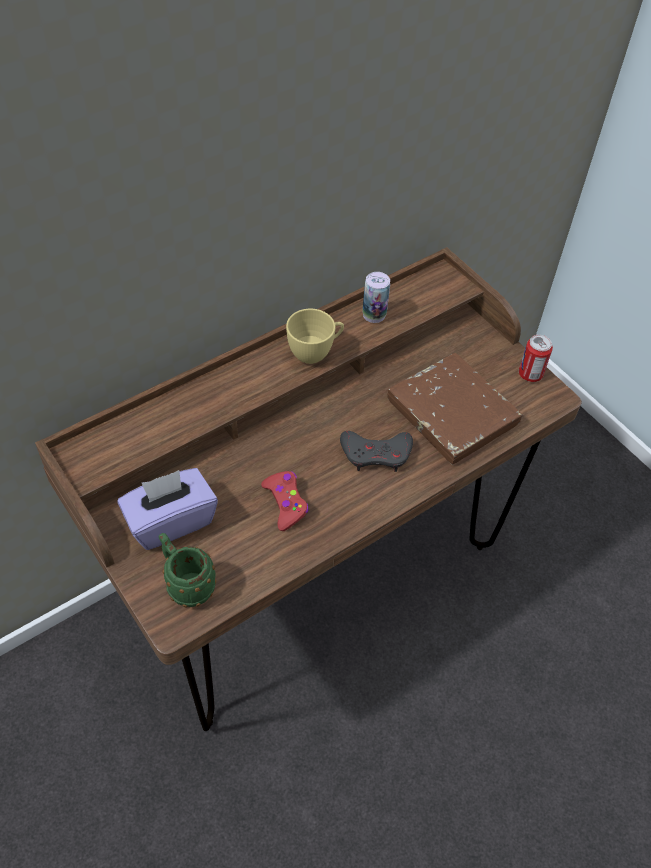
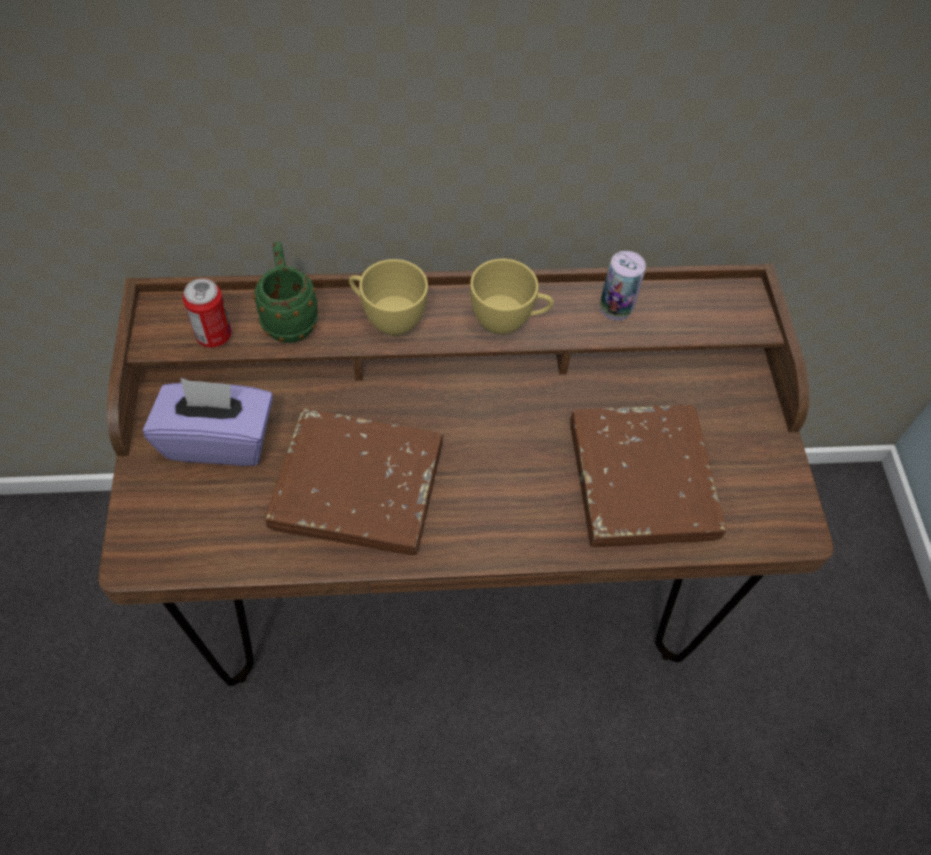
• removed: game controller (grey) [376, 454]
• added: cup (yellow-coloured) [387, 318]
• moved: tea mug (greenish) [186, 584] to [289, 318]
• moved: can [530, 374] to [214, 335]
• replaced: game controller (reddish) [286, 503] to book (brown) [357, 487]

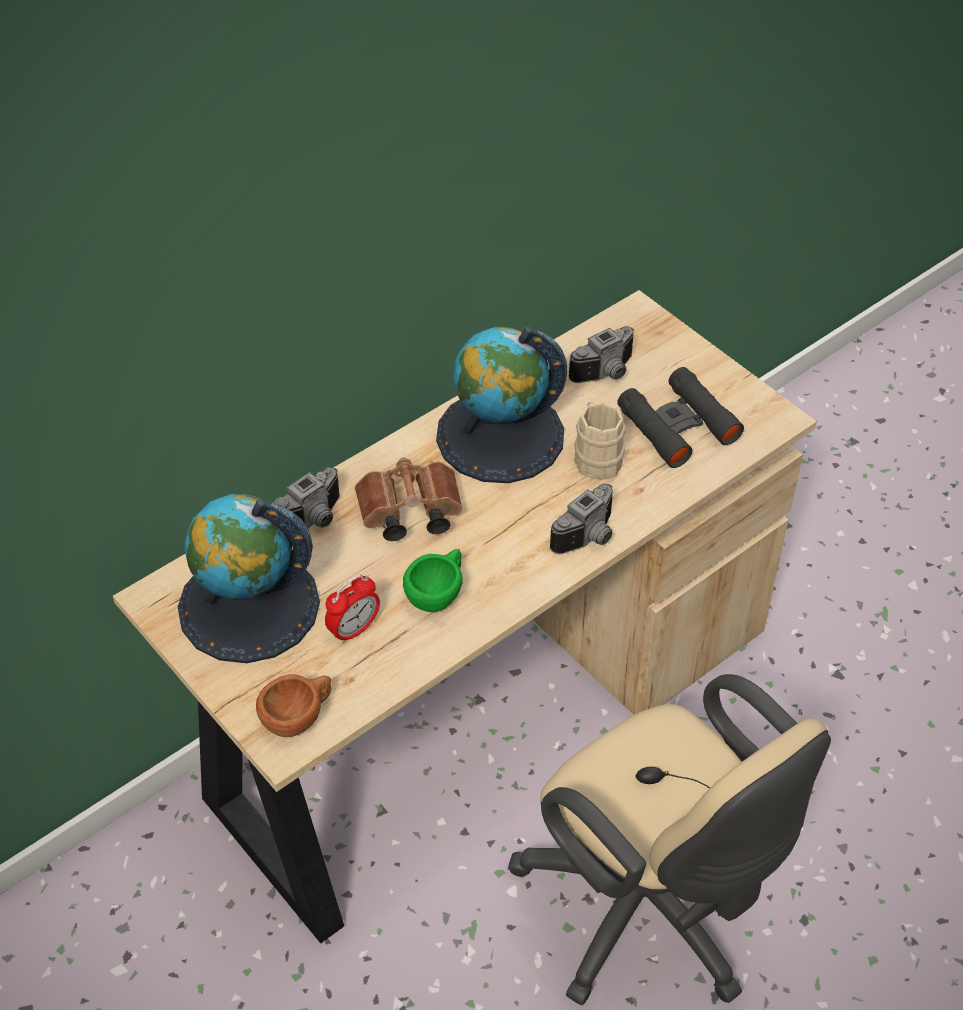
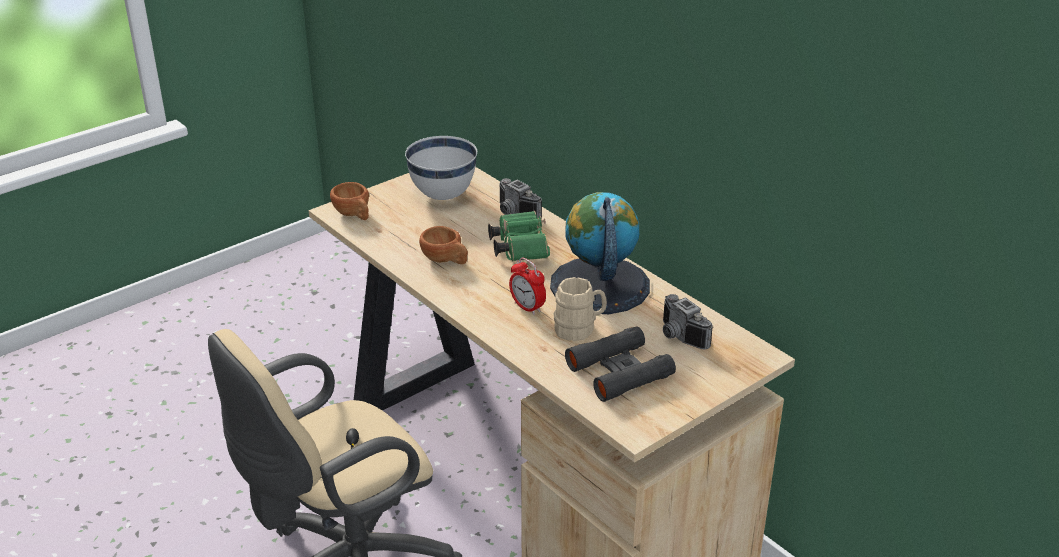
• removed: still camera [590, 537]
• moved: bedside clock [354, 630] to [527, 307]
• replaced: globe [249, 606] to serving bowl (white-coloured) [442, 195]
• recoloured: pair of binoculars (brown) [407, 514] to pair of binoculars (greenish) [519, 248]
• recoloured: cup (greenish) [438, 593] to cup (brown) [446, 260]

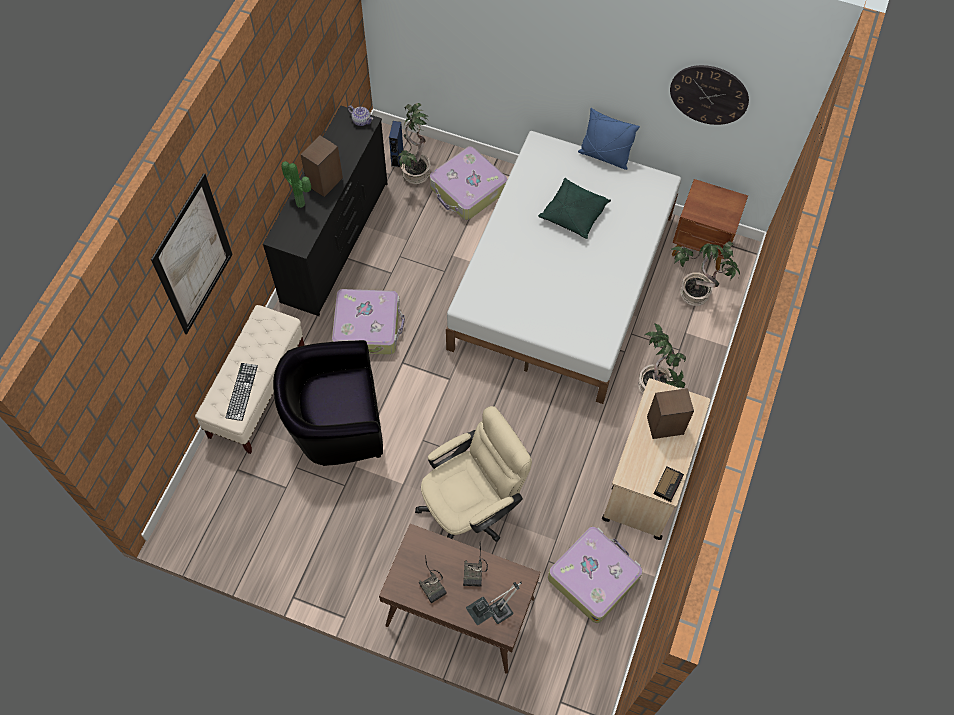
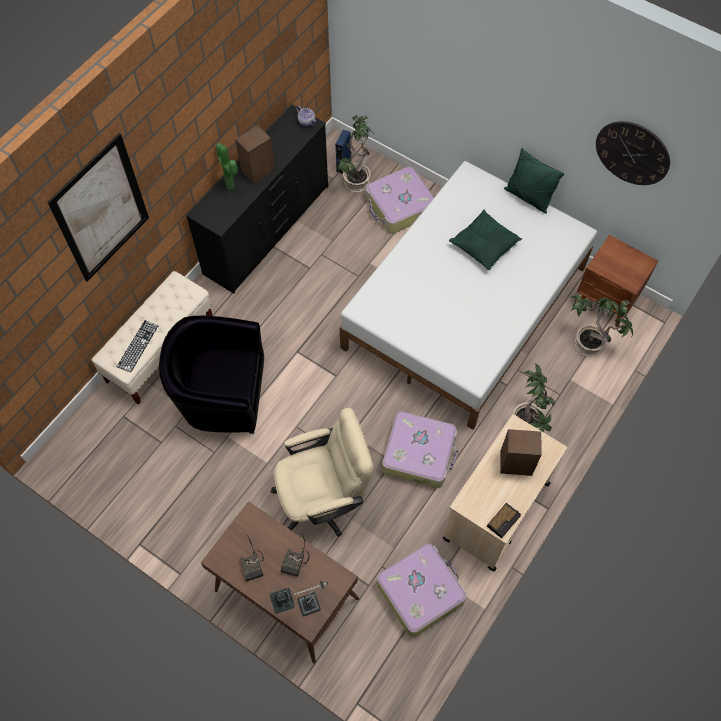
• moved: suitcase [368, 327] to [419, 453]
• recoloured: throw pillow (blue) [604, 156] to throw pillow (greenish) [528, 197]

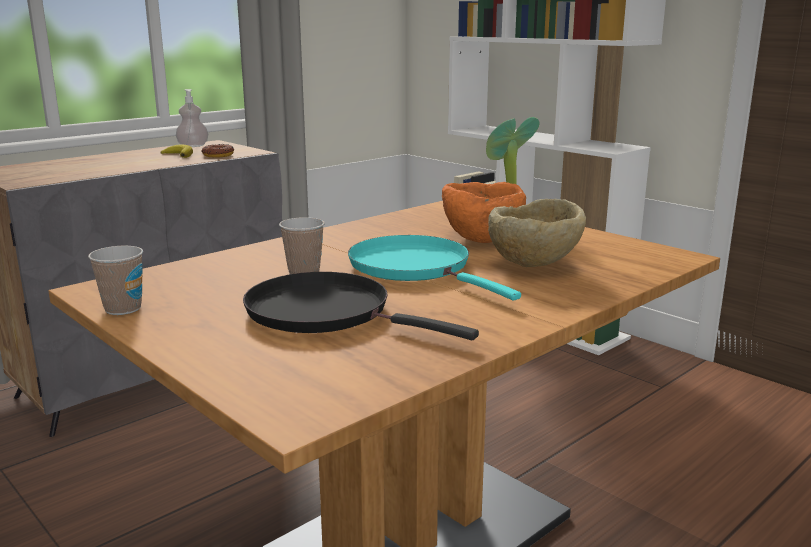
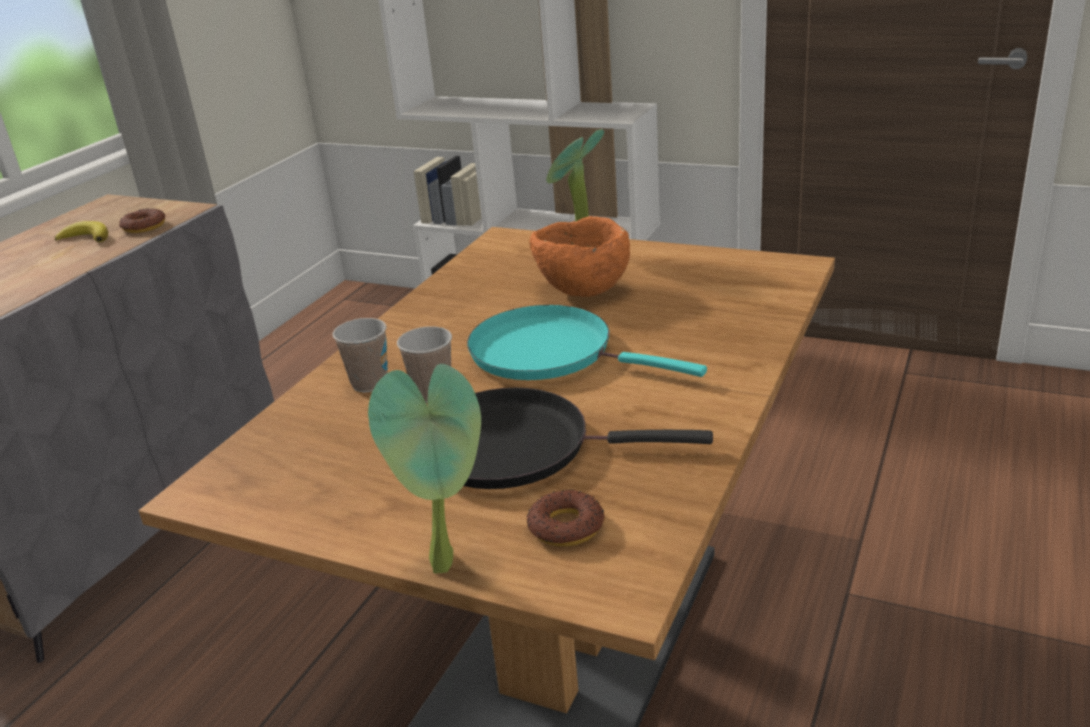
• removed: soap dispenser [193, 146]
• removed: serving bowl (beige) [534, 266]
• added: houseplant [449, 564]
• added: ring doughnut [566, 526]
• moved: cup [123, 309] to [369, 383]

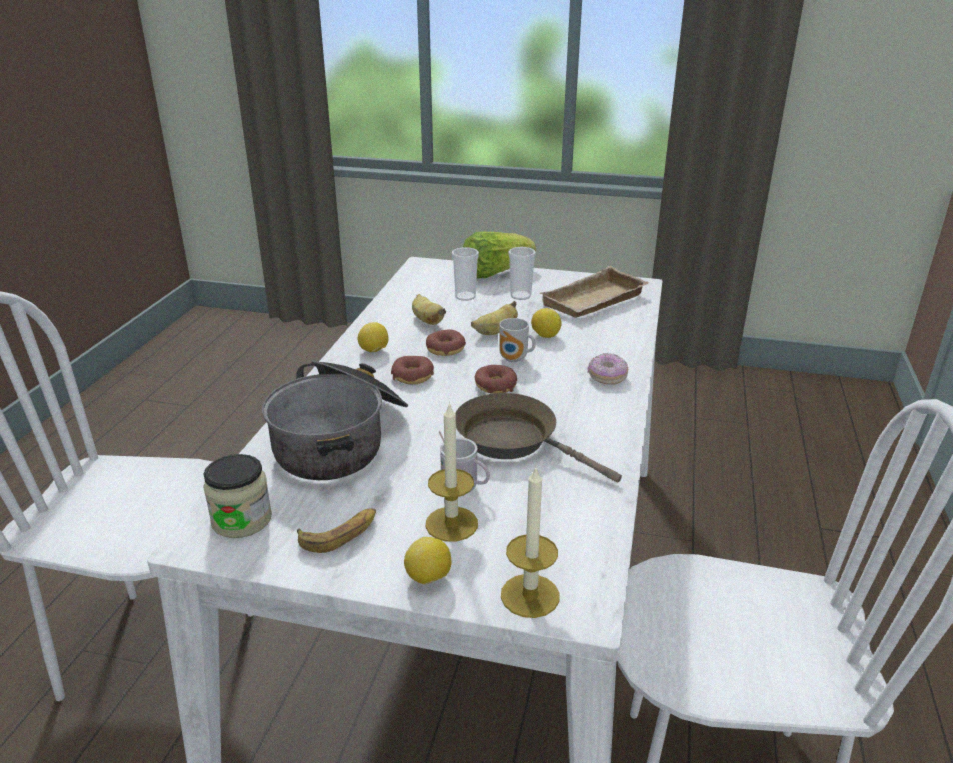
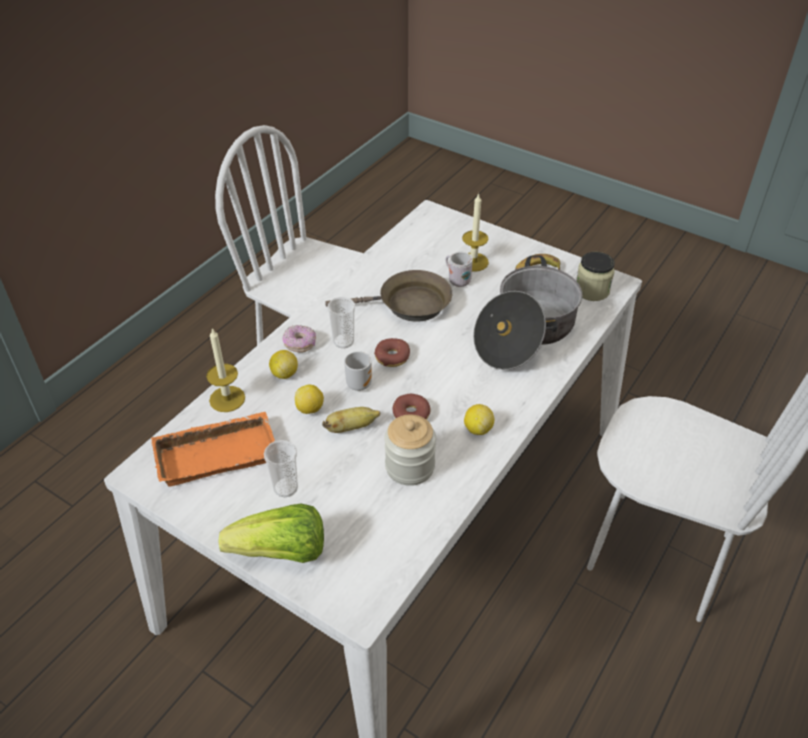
• removed: ring doughnut [413, 376]
• moved: whole lemon [428, 578] to [284, 373]
• moved: cup [465, 296] to [343, 341]
• moved: wax light [530, 595] to [227, 399]
• replaced: banana [427, 320] to storage jar [410, 467]
• recoloured: carrying tray (beige) [595, 302] to carrying tray (orangey) [218, 452]
• turned: skillet (brown) [513, 441] = [408, 305] 60 degrees counterclockwise

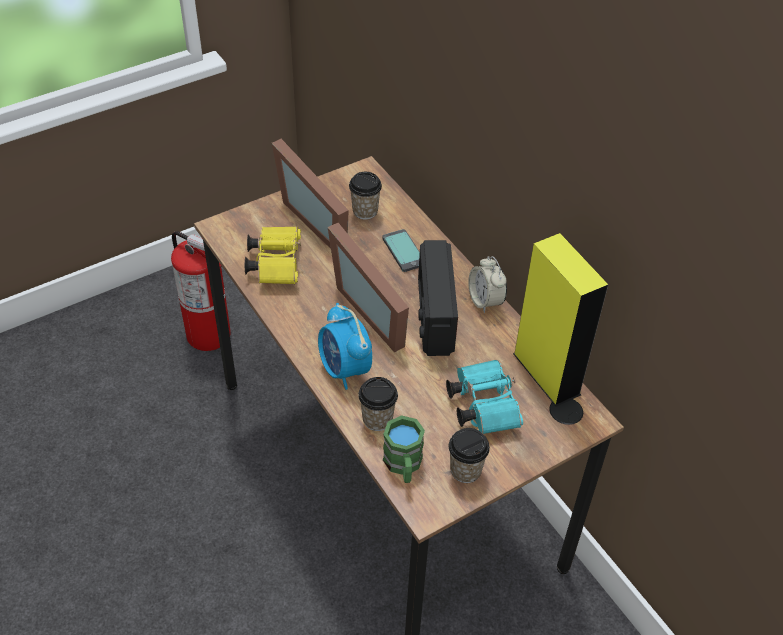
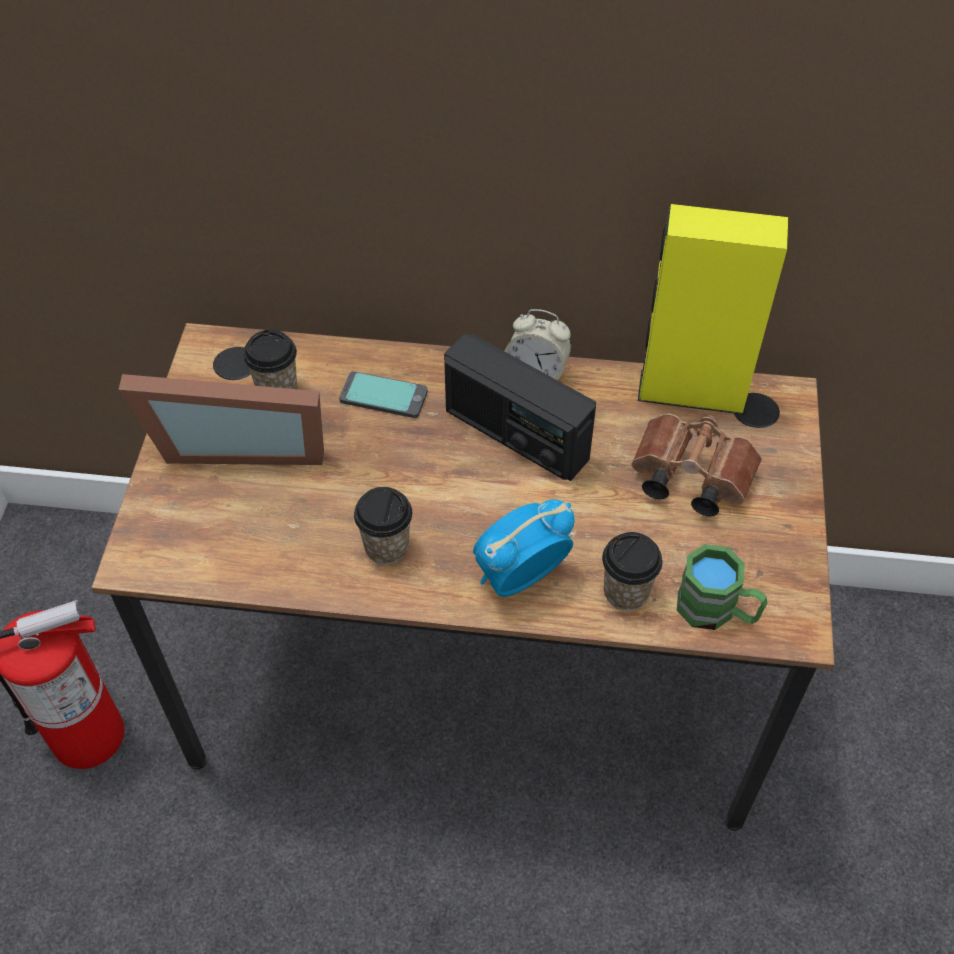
• removed: pair of binoculars (yellow-coloured) [276, 263]
• removed: standing frame [376, 308]
• moved: cup [465, 470] to [386, 547]
• recoloured: pair of binoculars (turquoise-coloured) [482, 404] to pair of binoculars (brown) [687, 477]
• turned: bedside clock [344, 369] = [519, 576] 135 degrees clockwise

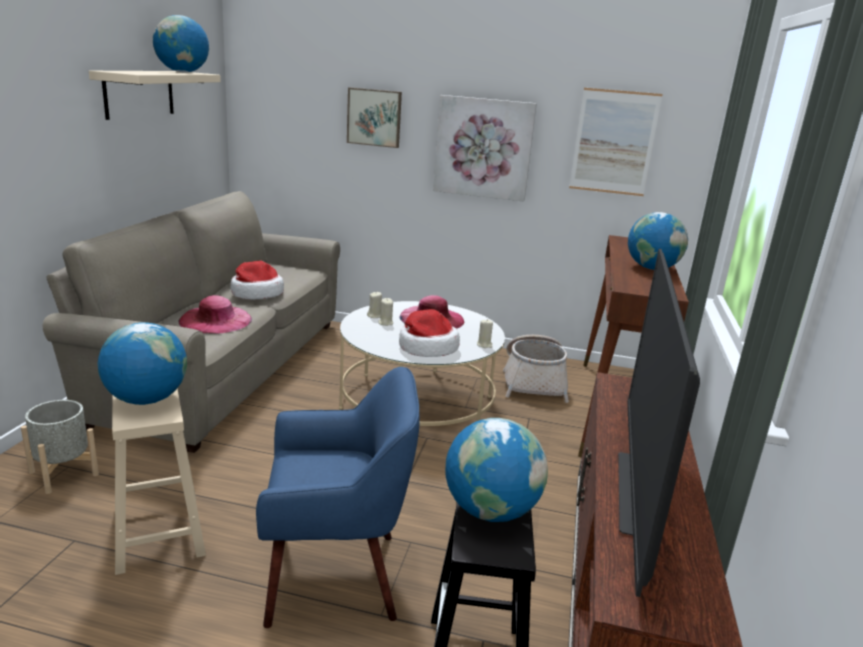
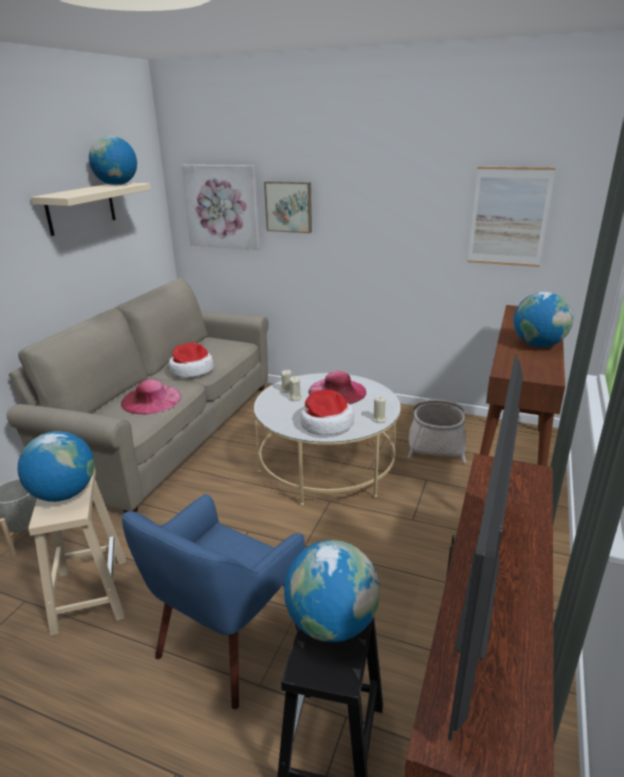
• moved: wall picture [483, 148] to [222, 207]
• turned: armchair (blue) [335, 575] = [227, 642] 120 degrees clockwise

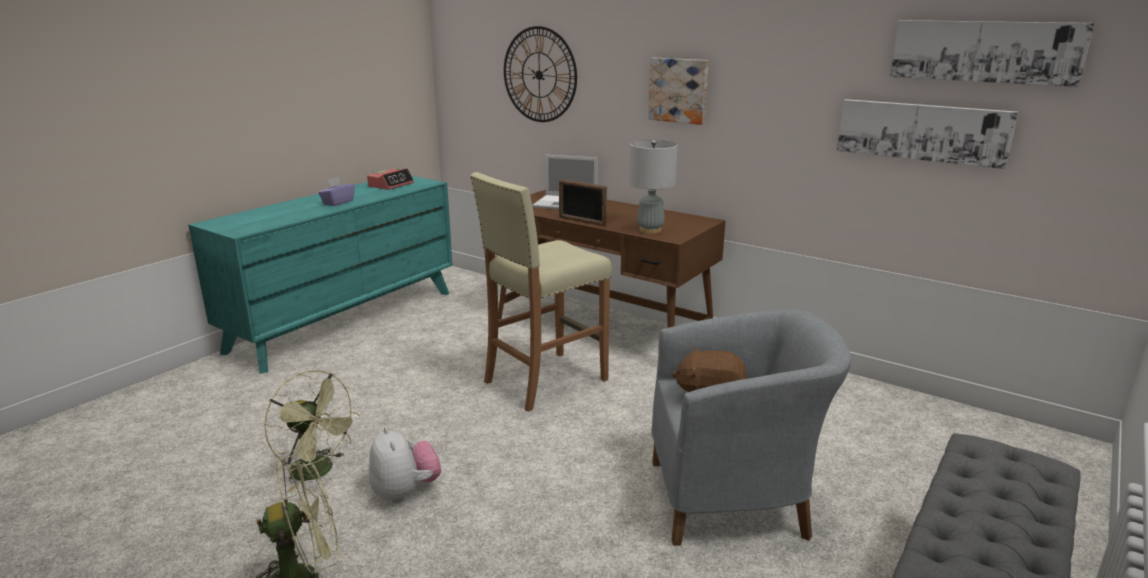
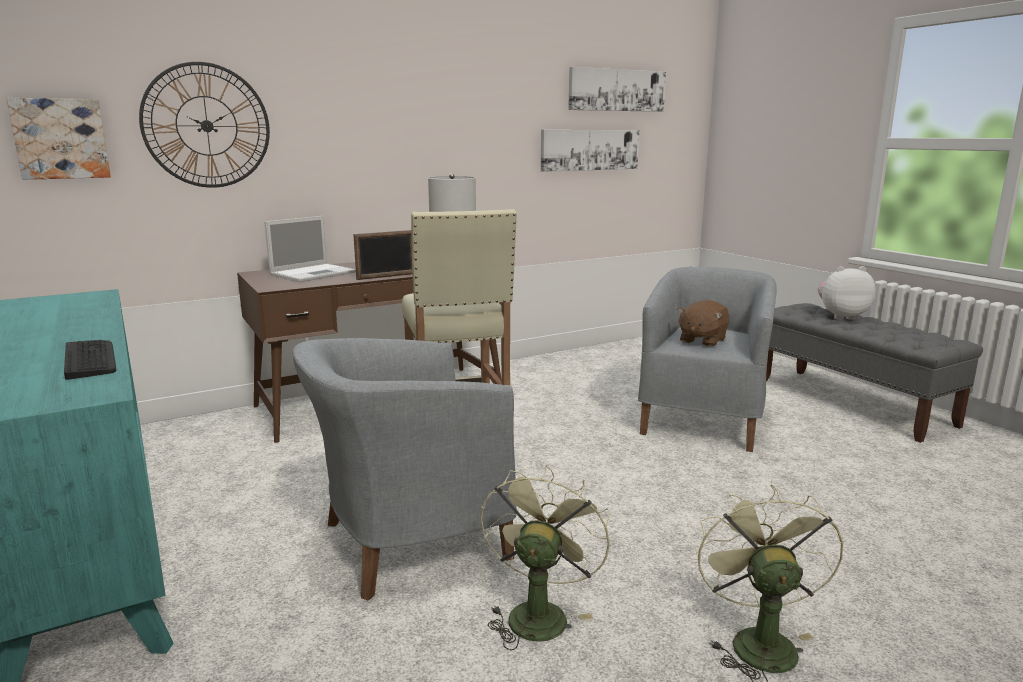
• removed: tissue holder (purplish) [338, 202]
• removed: bedside clock [391, 185]
• added: PC keyboard [90, 359]
• added: armchair (grey) [407, 542]
• moved: soft toy [405, 492] to [841, 316]
• moved: wall picture [679, 90] to [61, 139]
• turned: cooling fan (greenish) [319, 471] = [538, 612] 45 degrees counterclockwise

